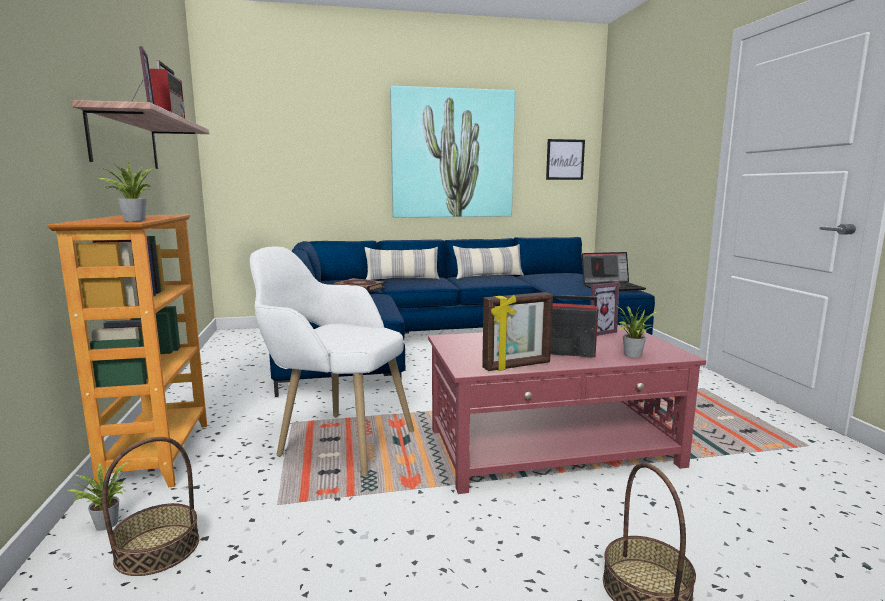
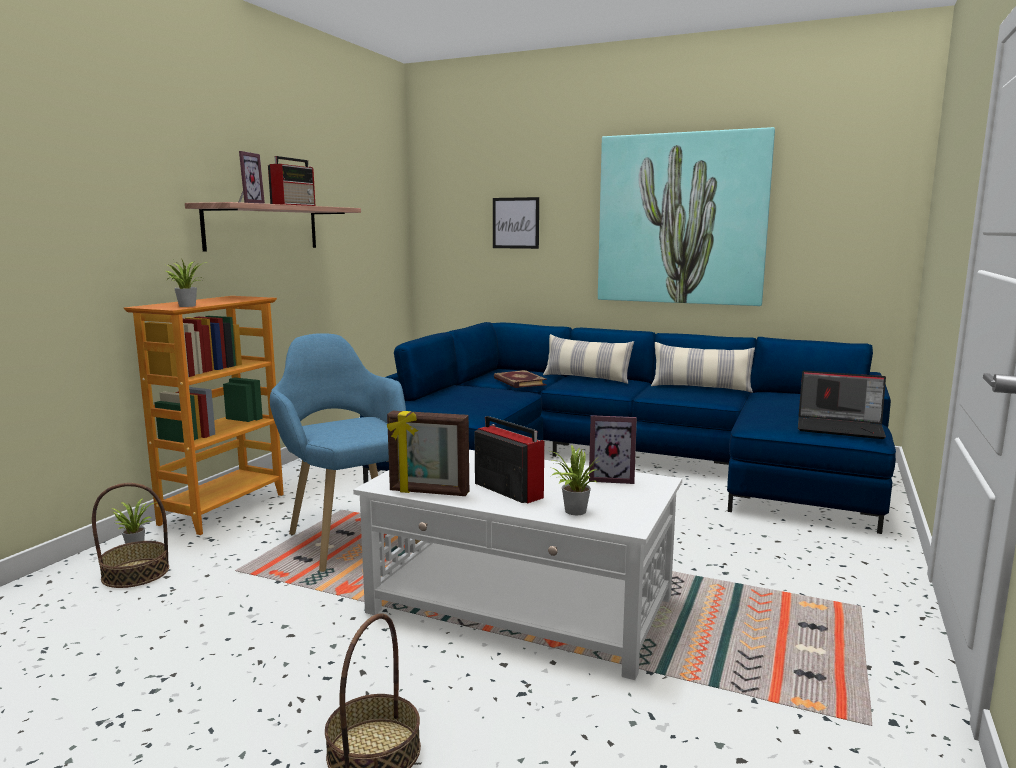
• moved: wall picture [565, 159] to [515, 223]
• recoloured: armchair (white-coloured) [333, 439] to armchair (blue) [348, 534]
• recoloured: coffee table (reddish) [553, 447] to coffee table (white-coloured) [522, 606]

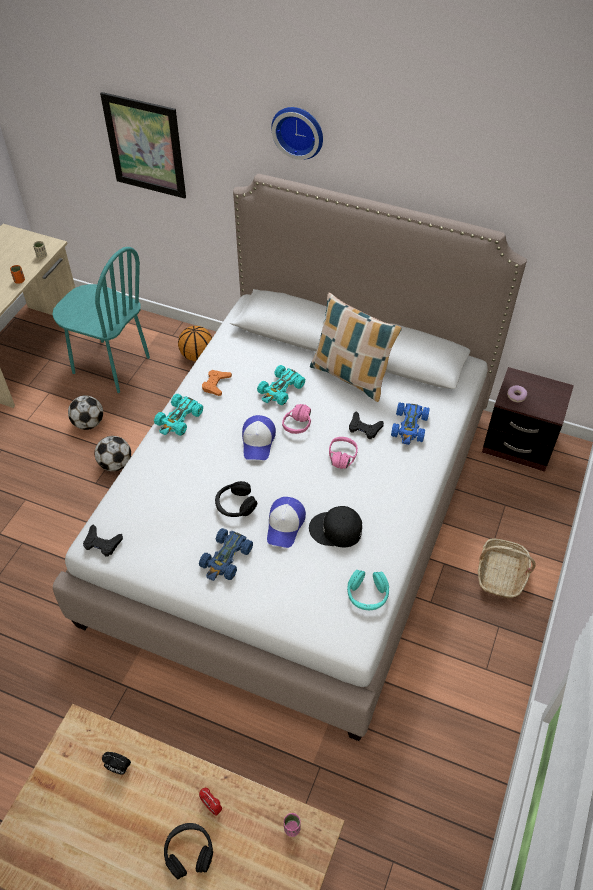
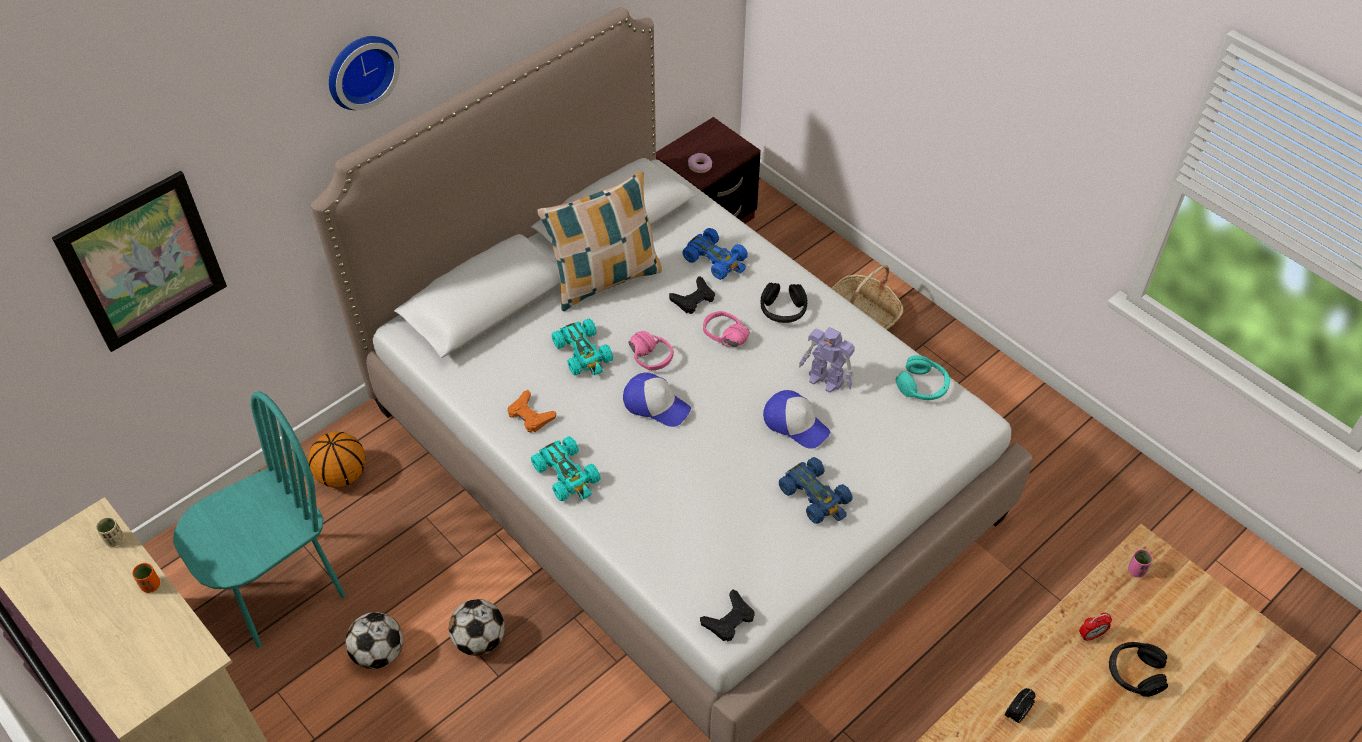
• moved: headphones (black) [235, 505] to [783, 310]
• replaced: peaked cap (black) [336, 530] to toy robot [826, 380]

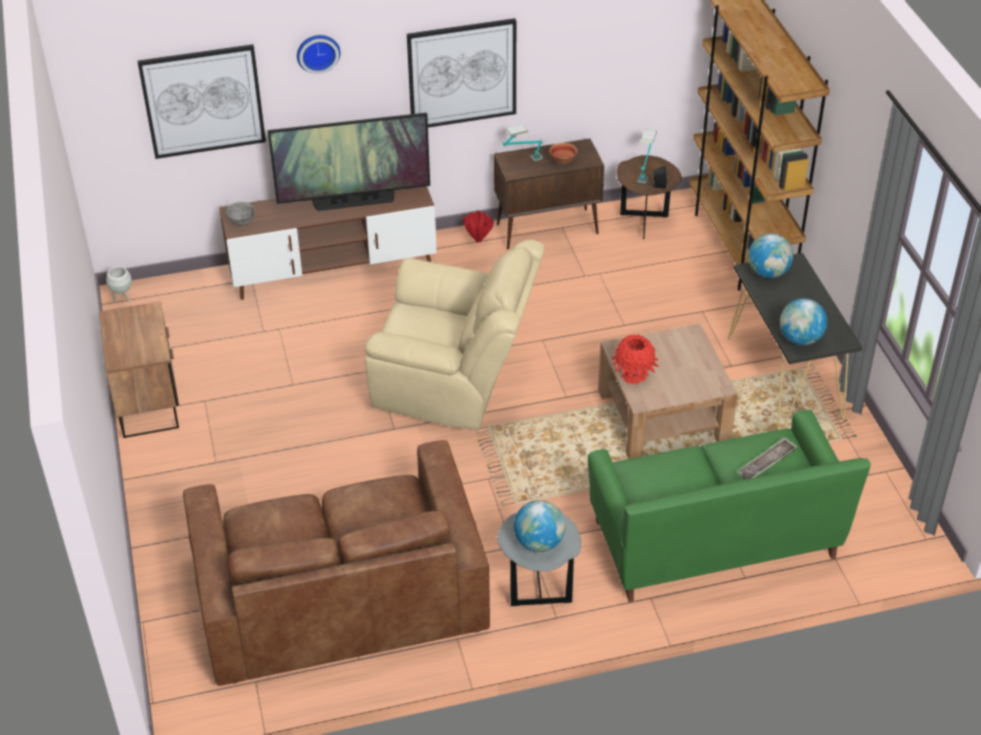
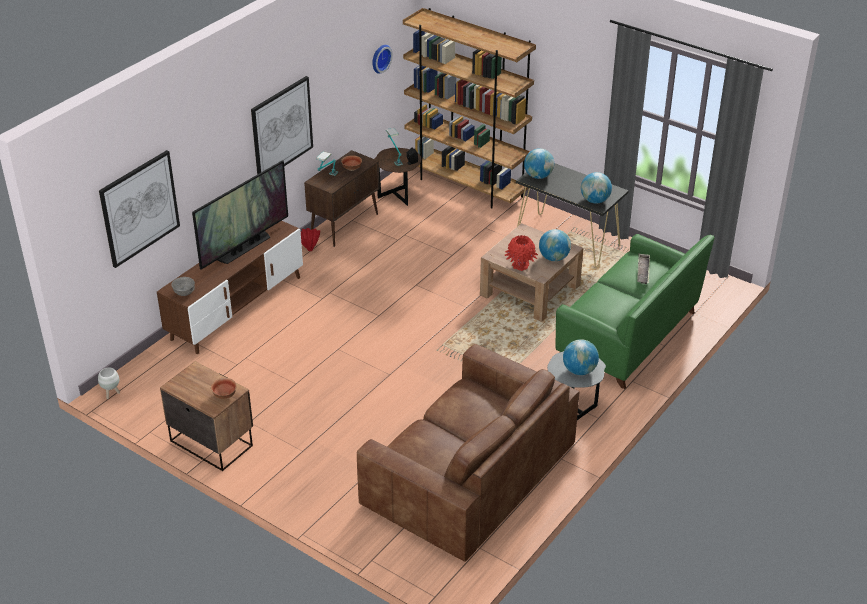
• removed: armchair (beige) [456, 385]
• added: serving bowl [225, 395]
• added: globe [554, 258]
• moved: wall clock [317, 52] to [380, 58]

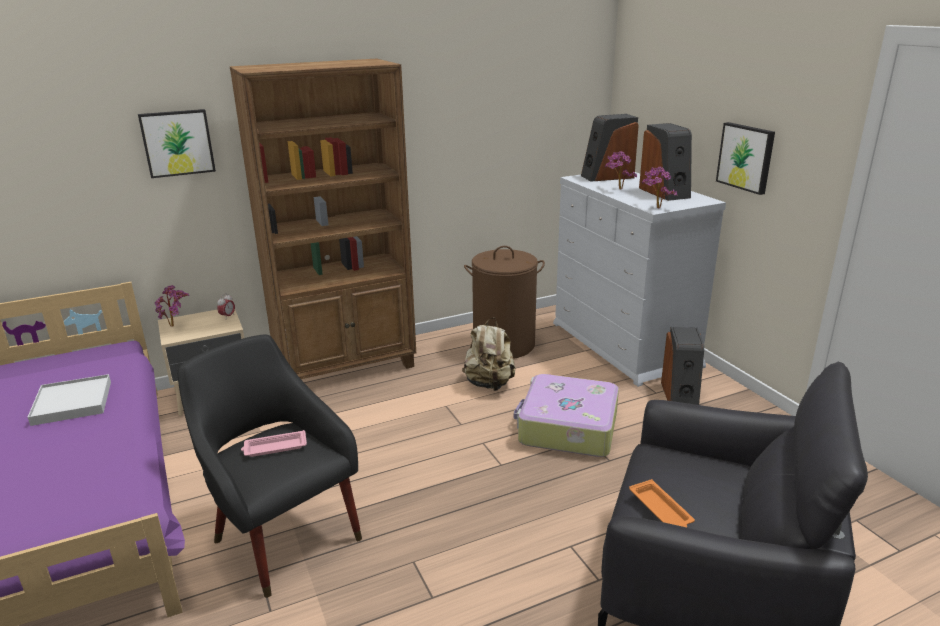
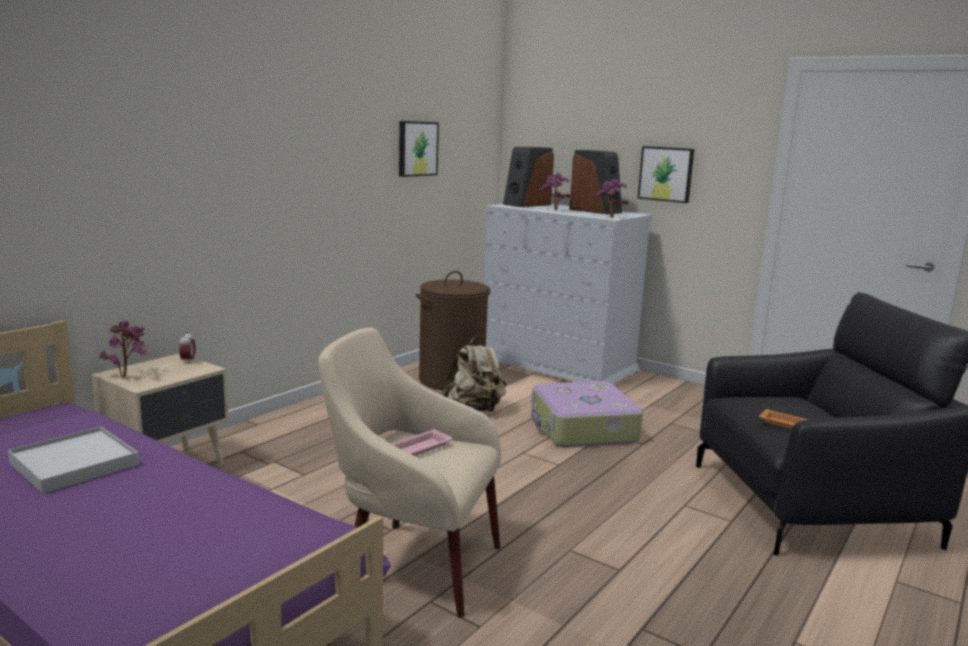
• removed: bookcase (brown) [347, 367]
• removed: loudspeaker [680, 396]
• moved: wall picture [177, 143] to [417, 148]
• recoloured: armchair (black) [283, 534] to armchair (beige) [412, 564]

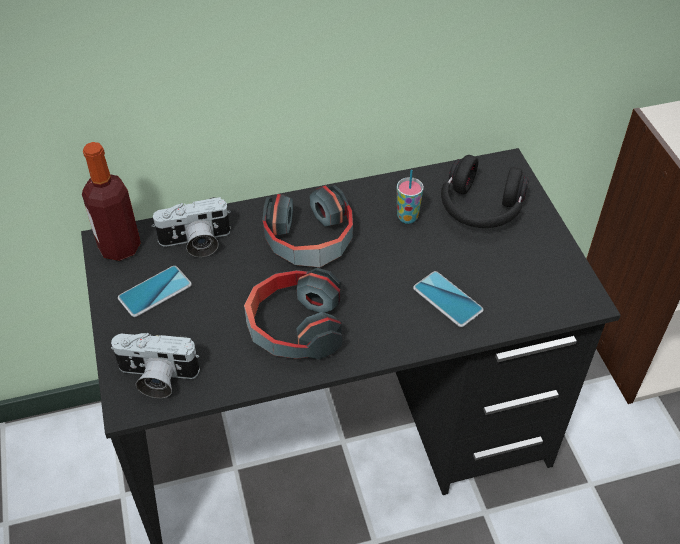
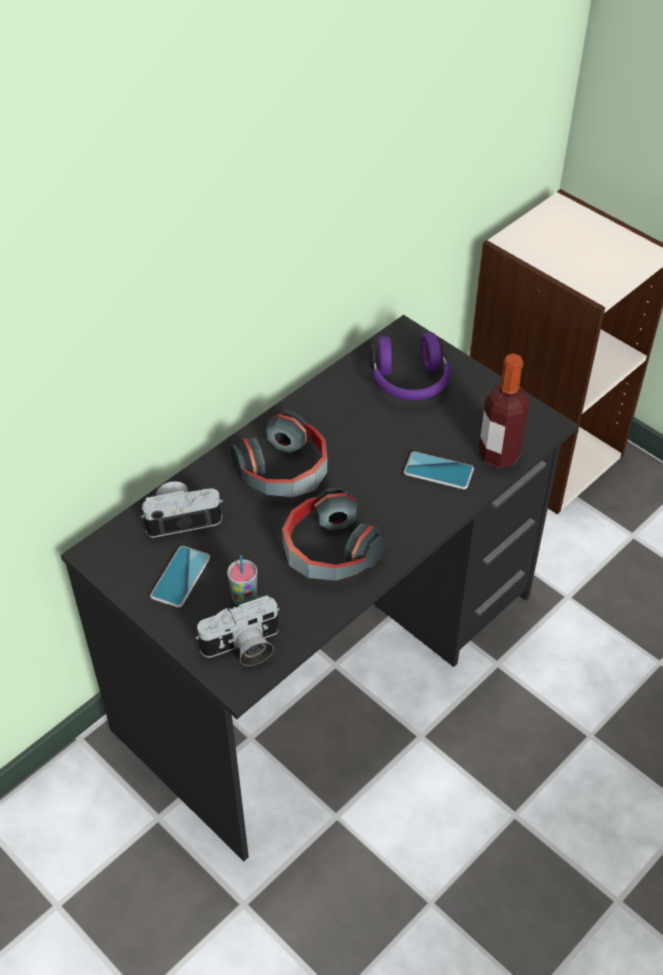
• moved: drink bottle [119, 247] to [499, 454]
• moved: cup [407, 217] to [244, 600]
• recoloured: headphones (black) [480, 209] to headphones (purplish) [410, 382]
• turned: still camera [196, 243] = [182, 517] 150 degrees counterclockwise

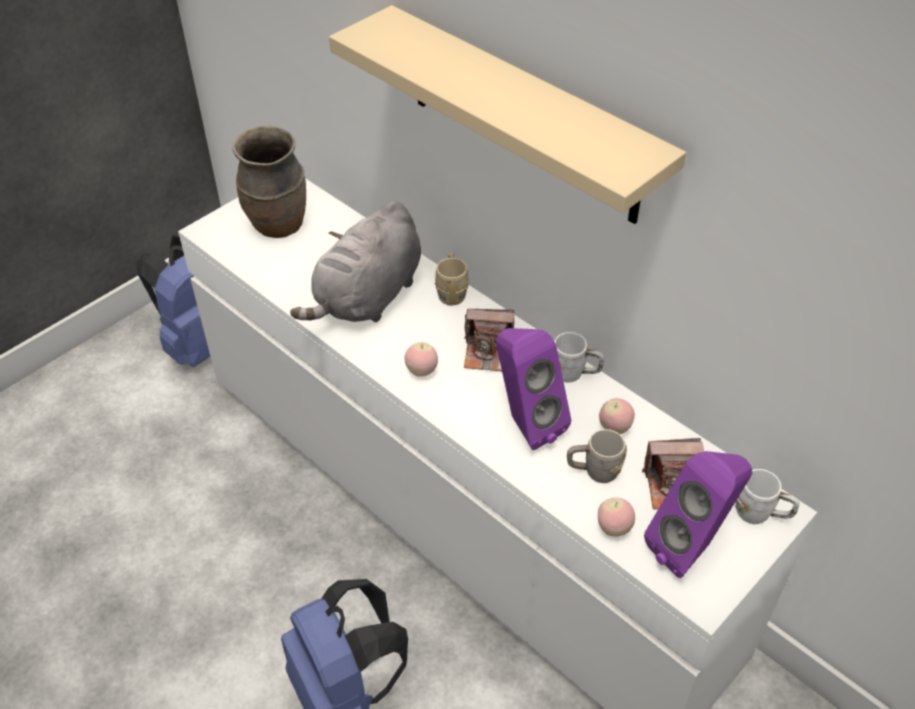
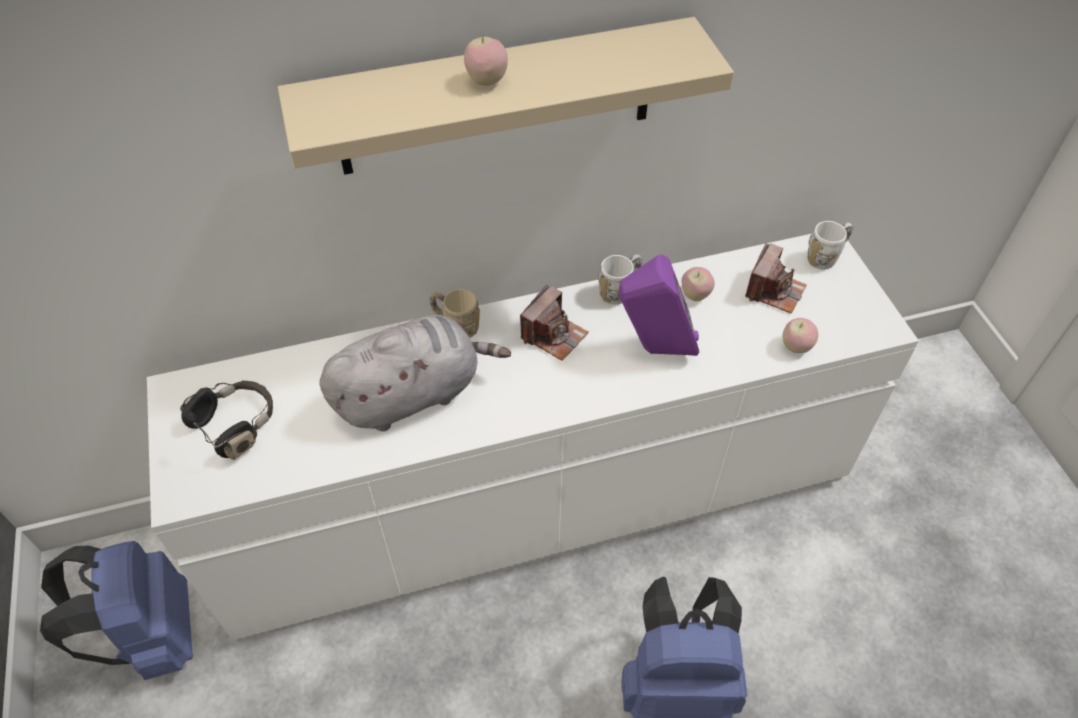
• removed: tea mug (grey) [594, 471]
• removed: loudspeaker (purplish) [691, 547]
• moved: apple [421, 371] to [487, 81]
• replaced: decorative vase (brown) [278, 226] to headphones (black) [236, 425]
• turned: soft toy (grey) [367, 298] = [413, 394] 90 degrees counterclockwise

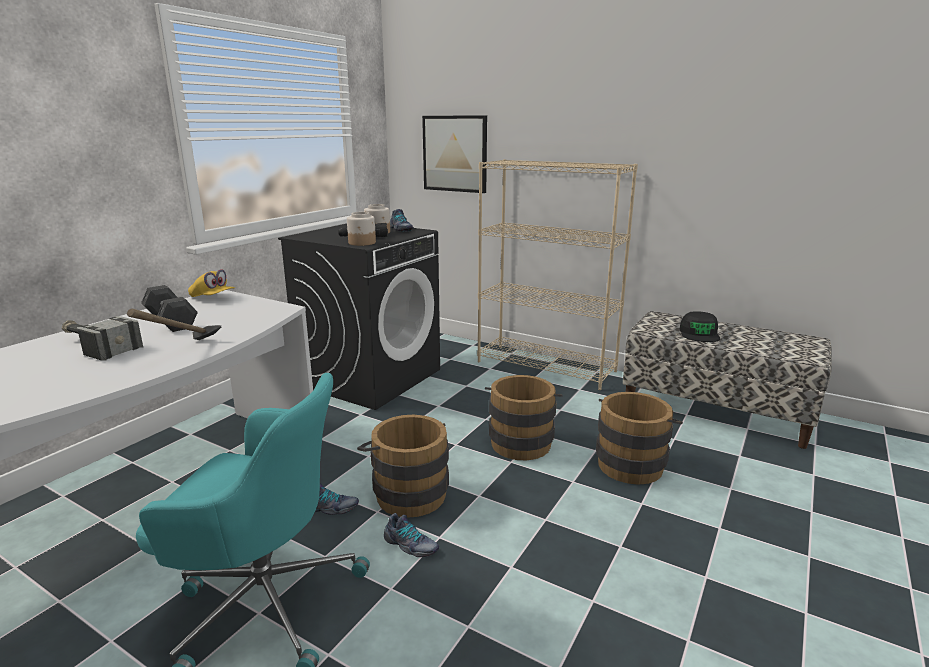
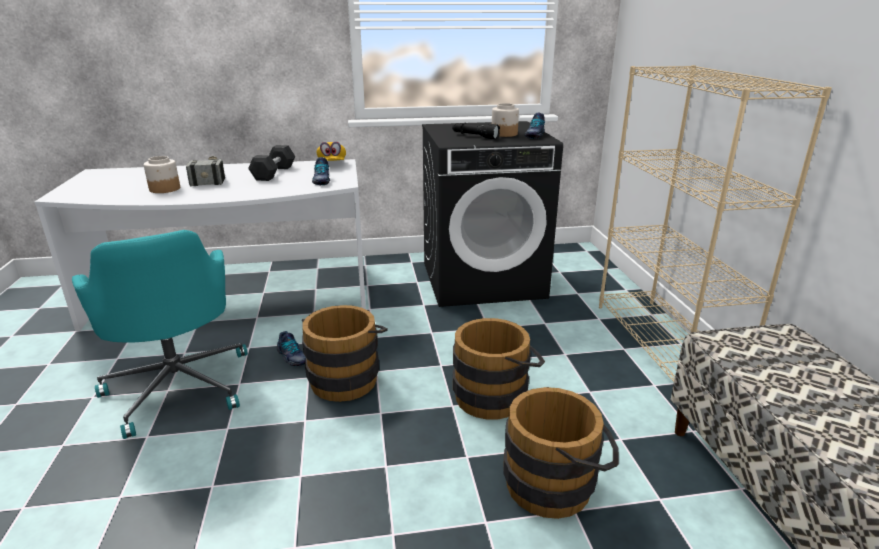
• removed: tool hammer [183, 353]
• removed: wall picture [455, 154]
• removed: peaked cap (black) [699, 334]
• moved: storage jar [362, 243] to [164, 189]
• moved: low shoe [410, 546] to [321, 180]

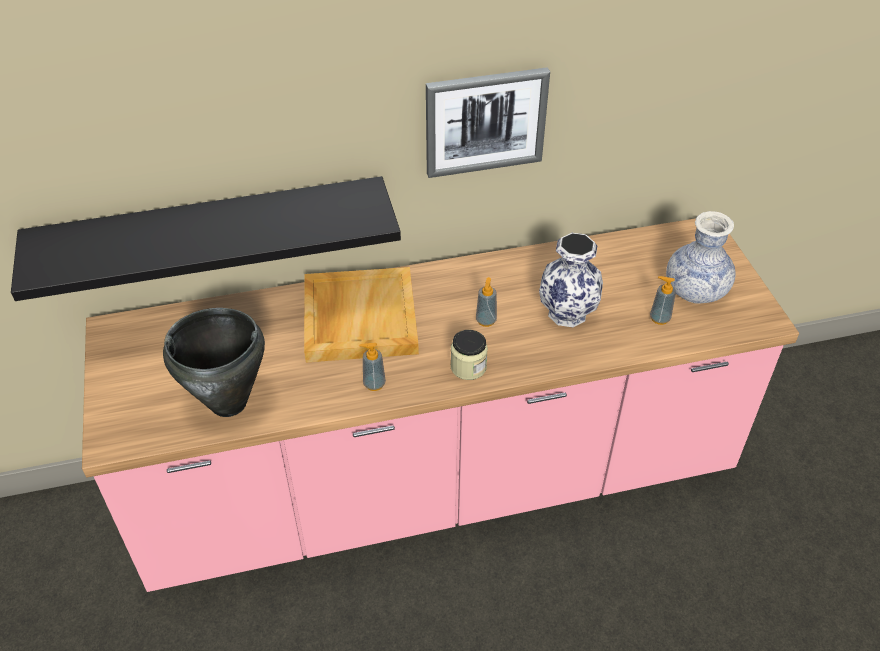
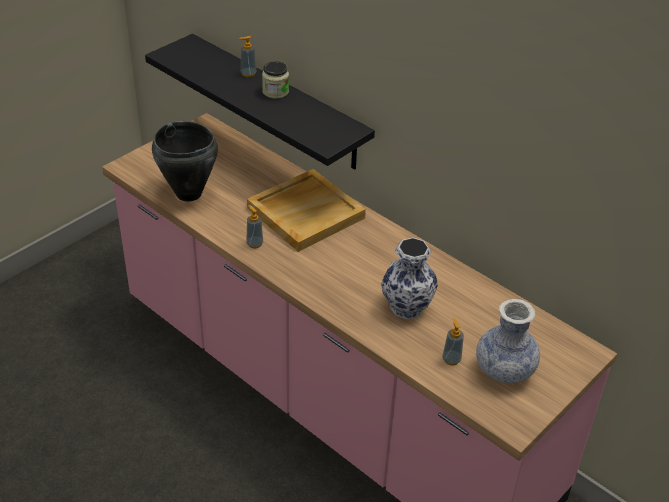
• removed: wall picture [485, 121]
• moved: storage jar [468, 367] to [275, 92]
• moved: soap dispenser [486, 320] to [248, 74]

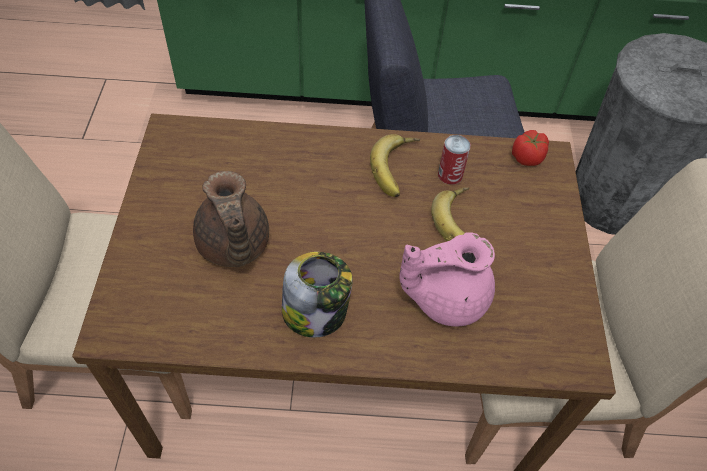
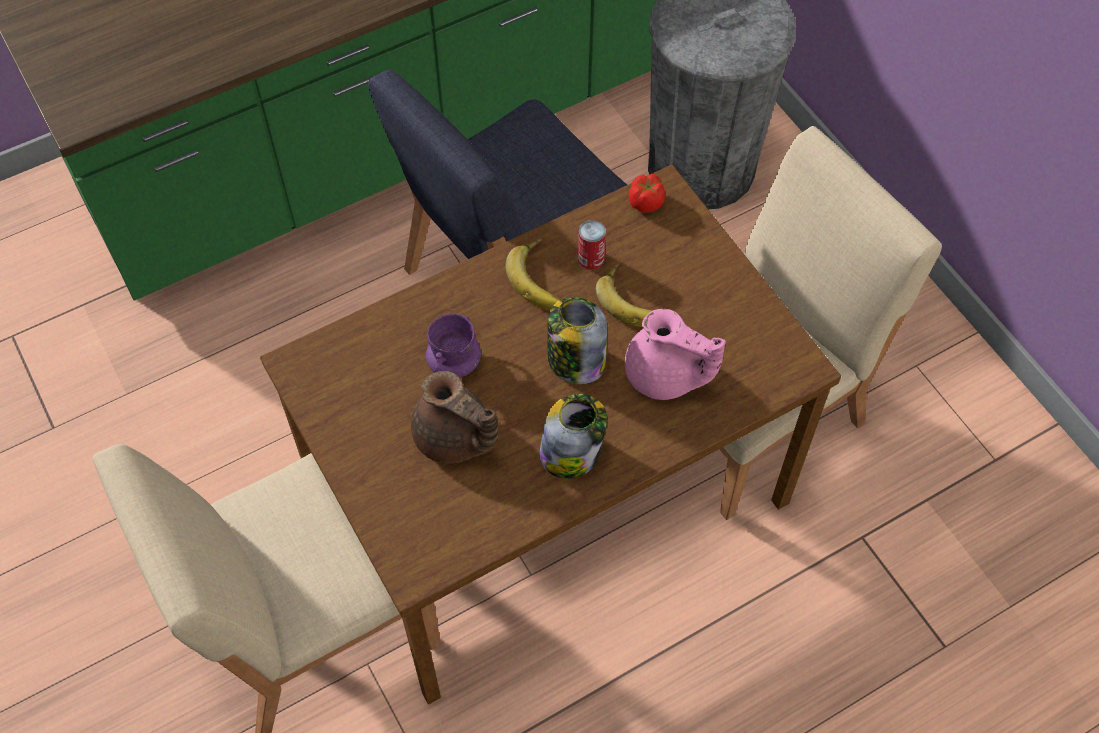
• added: tea mug (purplish) [454, 363]
• added: storage jar [575, 360]
• turned: pot for tea (pink-coloured) [445, 298] = [665, 376] 105 degrees counterclockwise

